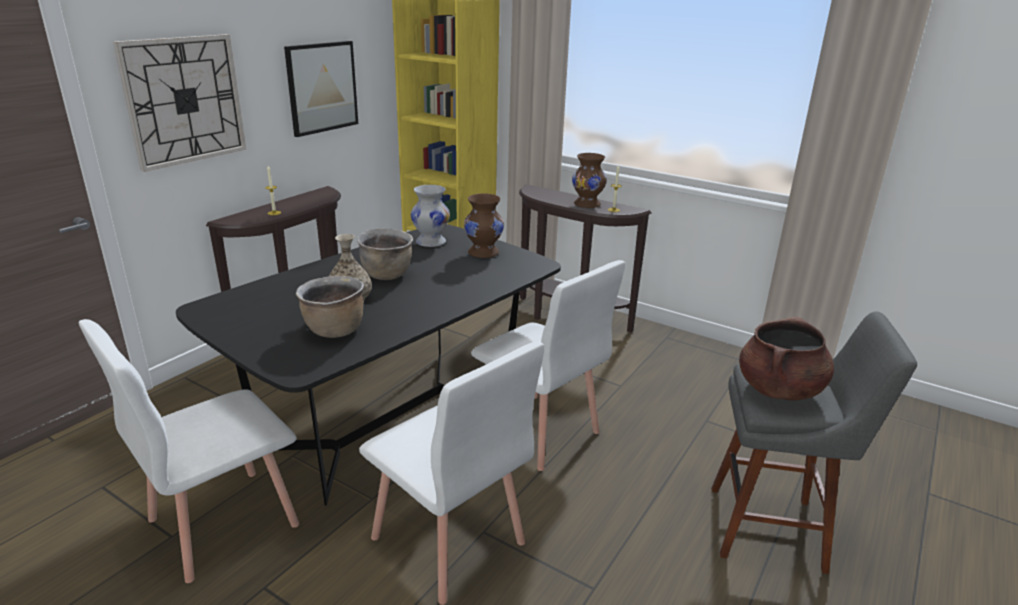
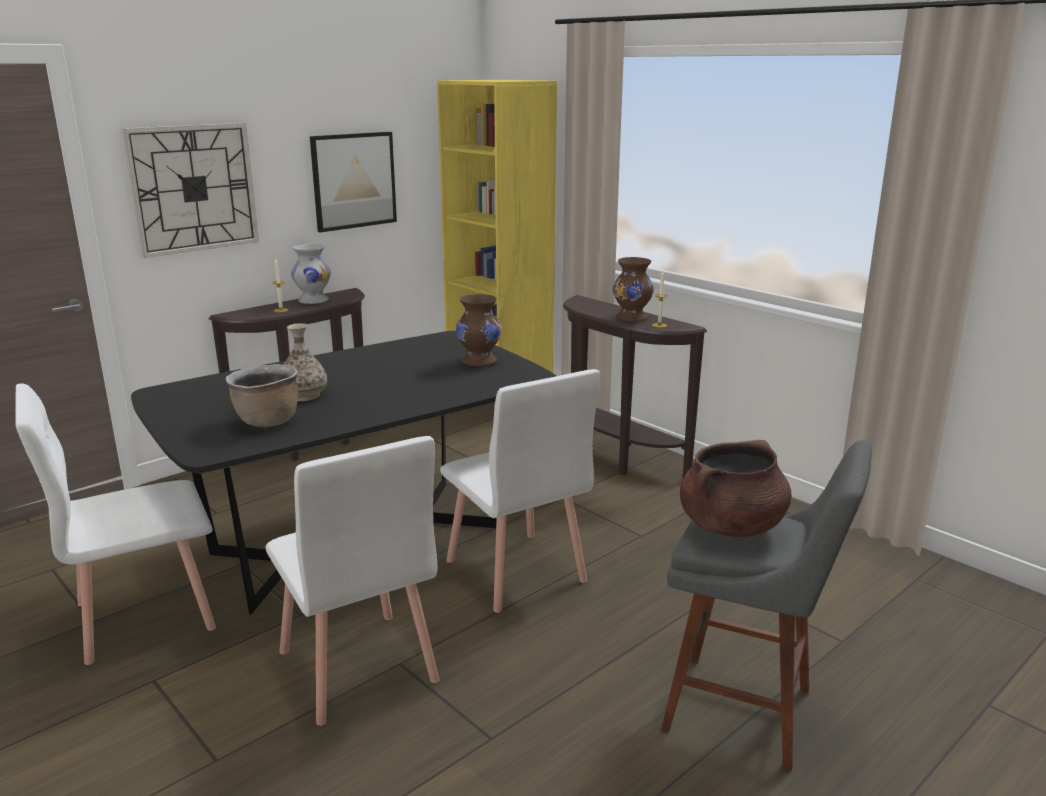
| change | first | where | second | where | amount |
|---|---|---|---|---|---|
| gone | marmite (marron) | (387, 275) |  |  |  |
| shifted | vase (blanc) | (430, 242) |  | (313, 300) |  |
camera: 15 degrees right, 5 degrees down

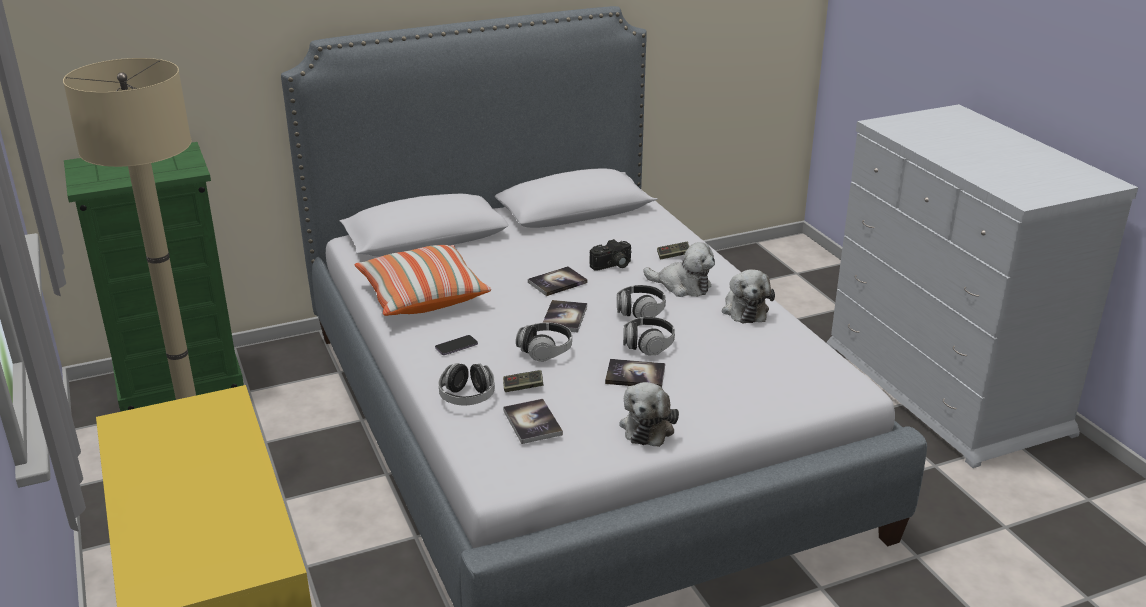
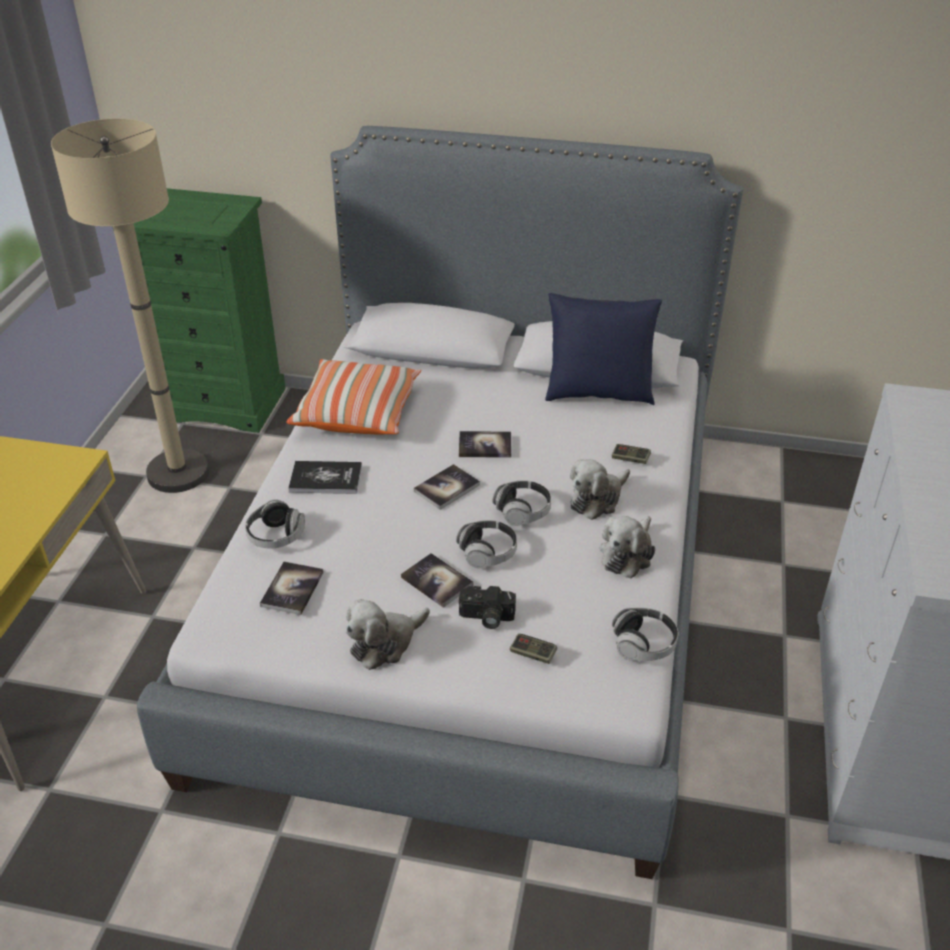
| change | first | where | second | where | amount |
|---|---|---|---|---|---|
| new |  |  | coussin (bleu) | (598, 393) |  |
| shifted | manette | (523, 387) |  | (533, 654) |  |
| shifted | casque audio | (545, 351) |  | (643, 644) |  |
| shifted | appareil photo | (612, 266) |  | (486, 617) |  |
| swapped | téléphone | (456, 346) | livre | (326, 479) |  |
| rotated | peluche | (682, 286) |  | (597, 499) | 75 degrees clockwise |
camera: 35 degrees right, 10 degrees up

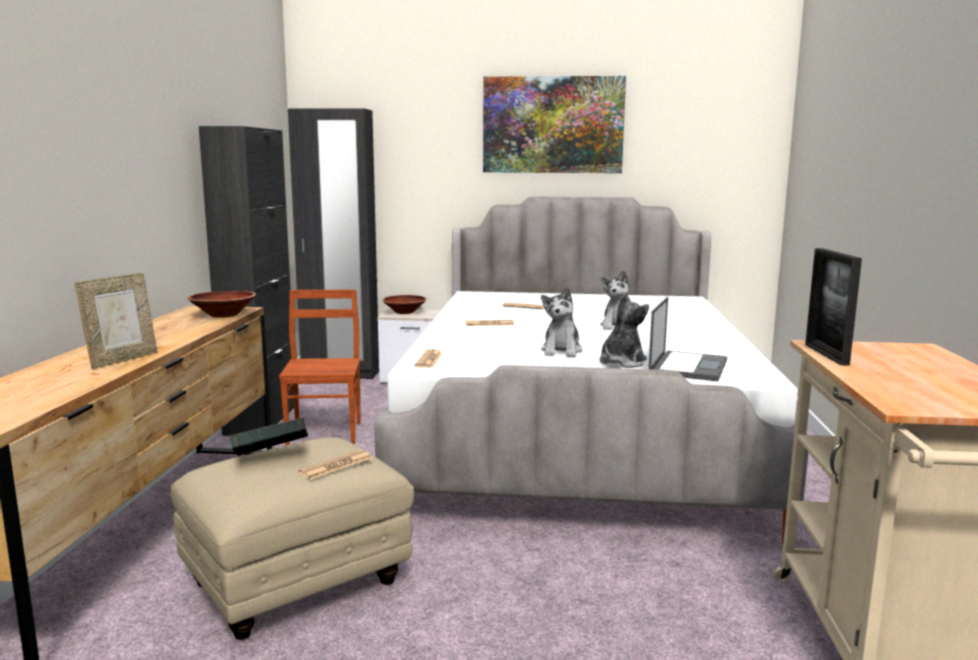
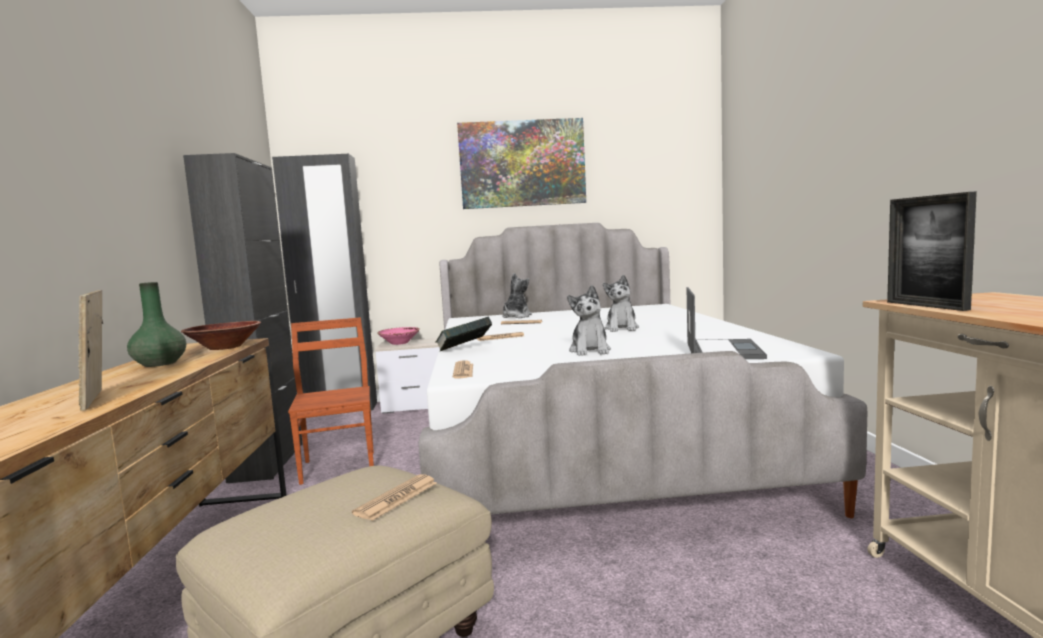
| change | first | where | second | where | amount |
|---|---|---|---|---|---|
| new |  |  | vase (vert) | (160, 363) |  |
| shifted | livre | (271, 458) |  | (464, 350) |  |
| shifted | peluche | (621, 362) |  | (516, 317) |  |
| repainted | bol (marron) | (404, 312) | bol (rose) | (399, 343) |  |
| rotated | cadre photo | (122, 360) |  | (100, 398) | 135 degrees clockwise |
camera: 10 degrees left, 5 degrees down

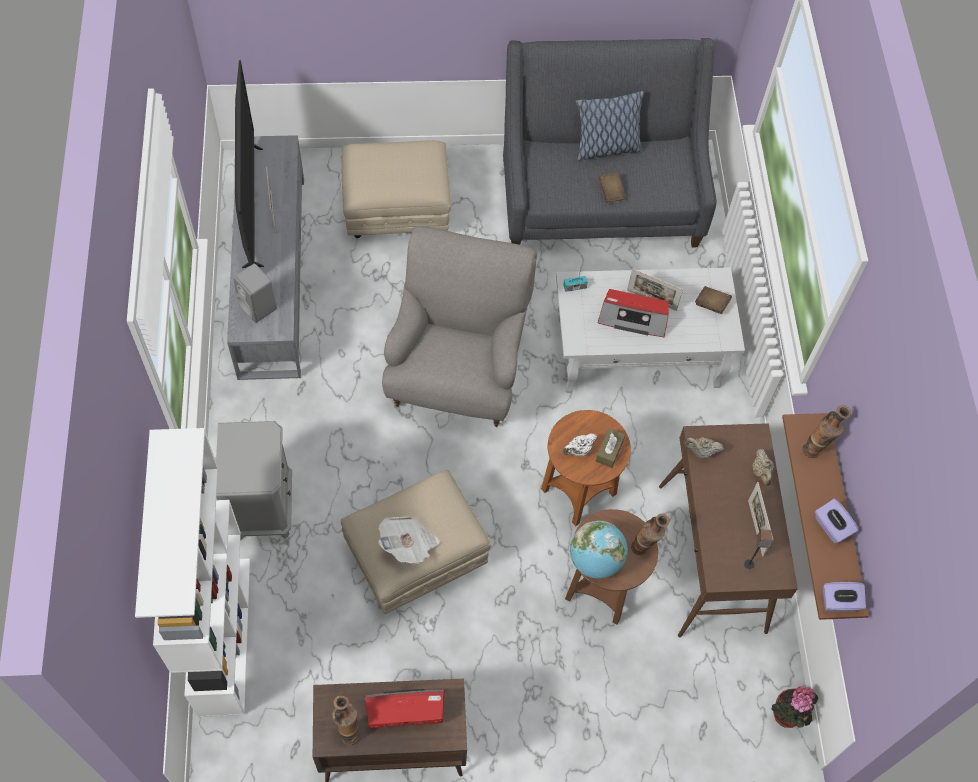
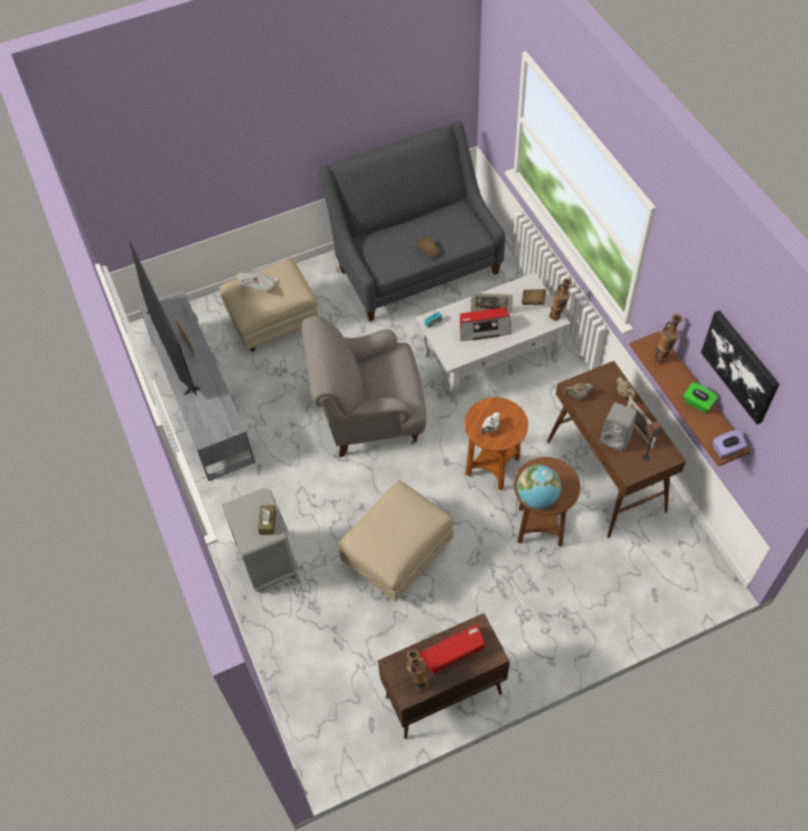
| change | first | where | second | where | amount |
|---|---|---|---|---|---|
| gone | bibliothèque (blanc) | (223, 635) |  |  |  |
| gone | coussin | (605, 148) |  |  |  |
| gone | plante en pot | (786, 717) |  |  |  |
| new |  |  | tableau | (740, 366) |  |
| shifted | enceinte (gris) | (259, 307) |  | (616, 439) |  |
| shifted | journal | (409, 545) |  | (259, 286) |  |
| shifted | boîte à mouchoirs (marron) | (609, 451) |  | (267, 522) |  |
| shifted | vase | (644, 548) |  | (558, 316) |  |
| repainted | boîte à mouchoirs (violet) | (831, 527) | boîte à mouchoirs (vert) | (697, 403) |  |
| rotated | fauteuil (gris) | (458, 372) |  | (369, 417) | 90 degrees counterclockwise |
camera: 15 degrees left, 5 degrees down

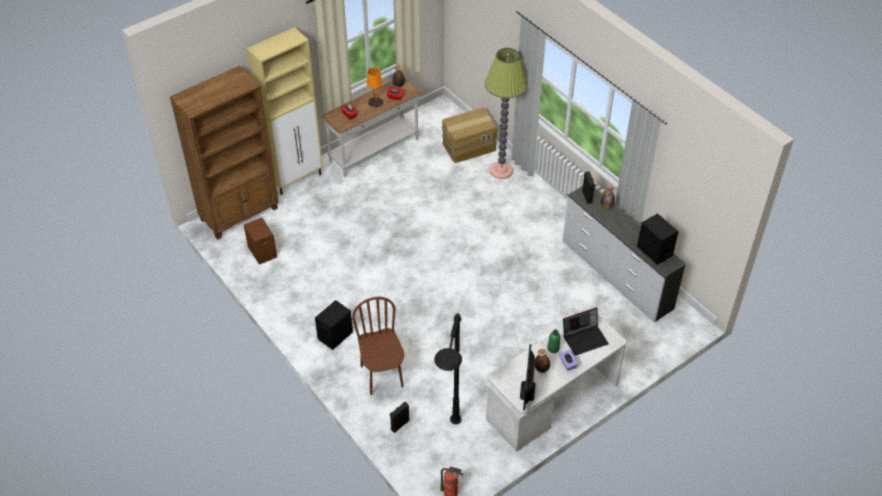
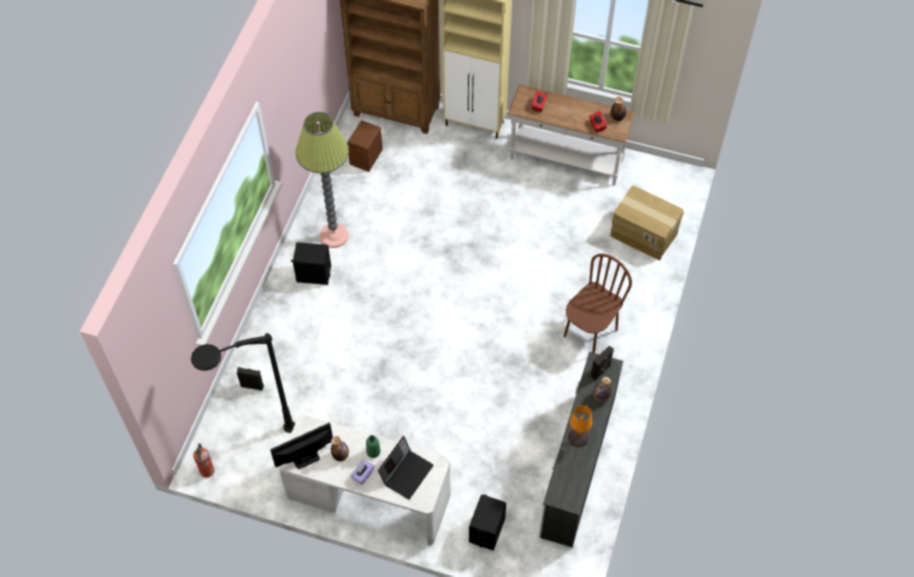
| change | first | where | second | where | amount |
|---|---|---|---|---|---|
| shifted | chaise (marron) | (382, 376) |  | (590, 332) |  |
| shifted | lampe de table (orange) | (375, 102) |  | (577, 437) |  |
| shifted | lampadaire | (501, 171) |  | (334, 236) |  |
| shifted | enceinte (noir) | (654, 251) |  | (487, 530) |  |
| rotated | ordinateur portable | (585, 338) |  | (406, 473) | 90 degrees counterclockwise |
camera: 55 degrees right, 10 degrees up

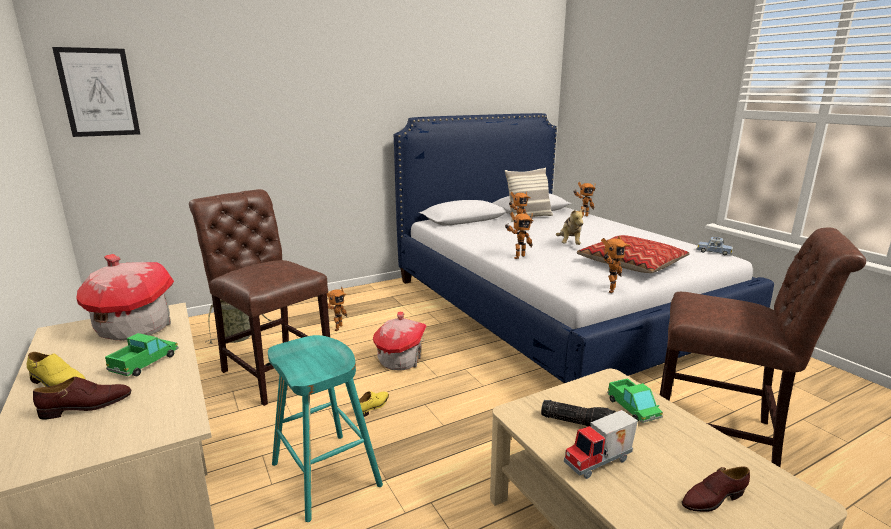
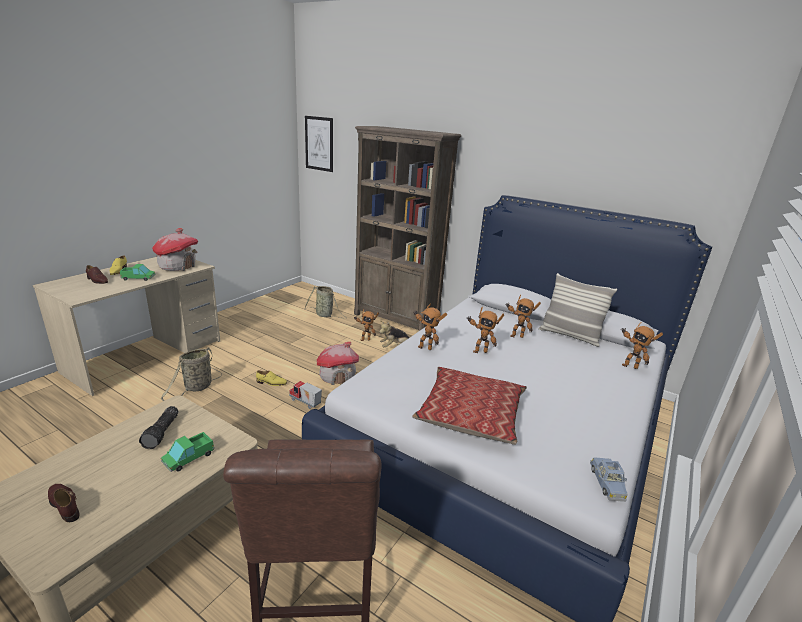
| change | first | where | second | where | amount |
|---|---|---|---|---|---|
| gone | chaise (marron) | (274, 370) |  |  |  |
| new |  |  | bibliothèque (marron) | (396, 320) |  |
| shifted | peluche | (569, 244) |  | (395, 346) |  |
| shifted | camion jouet | (600, 463) |  | (305, 402) |  |
| shifted | robot jouet | (609, 289) |  | (479, 351) |  |
| swapped | tabouret (turquoise) | (325, 474) | panier | (197, 388) |  |
camera: 60 degrees right, 5 degrees up

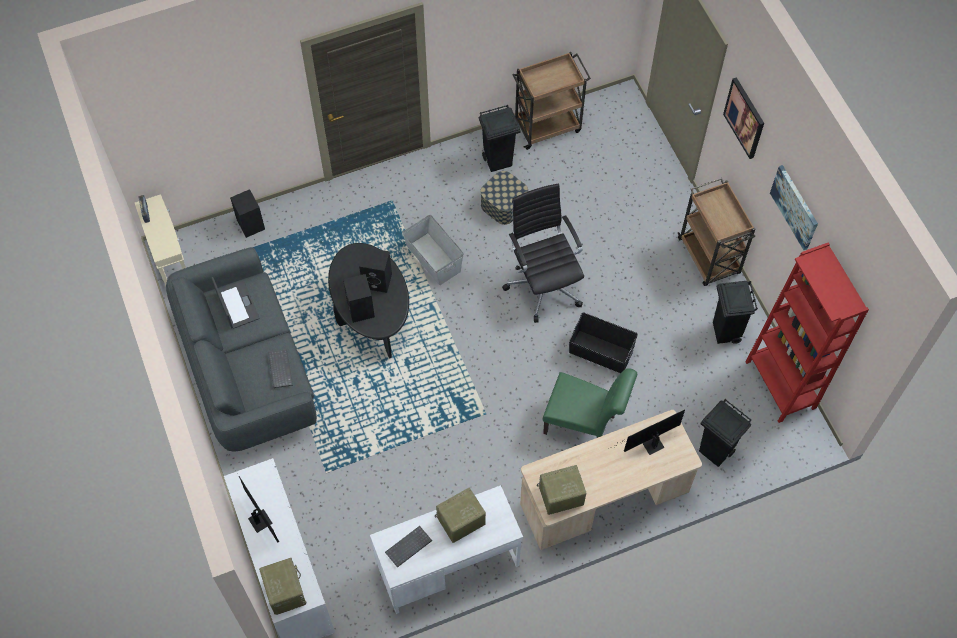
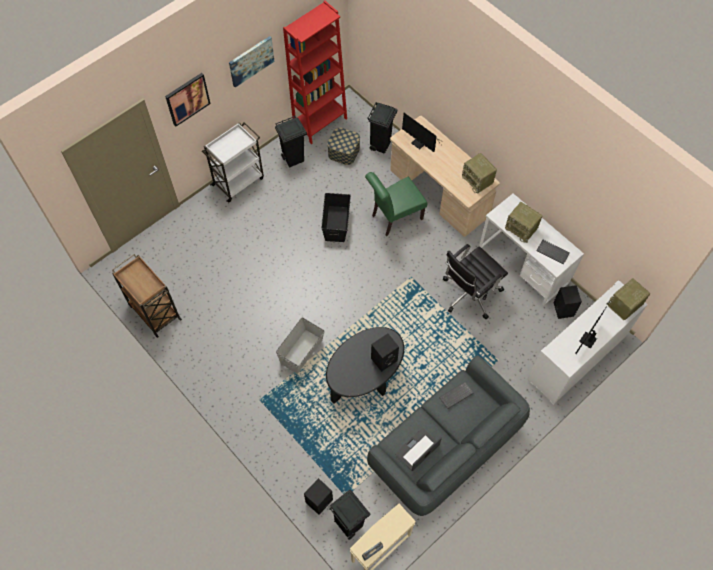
| change | first | where | second | where | amount |
|---|---|---|---|---|---|
| shifted | enceinte (noir) | (378, 280) |  | (563, 309) |  |
| shifted | poubelle (noir) | (498, 161) |  | (349, 524) |  |
| shifted | boîte de rangement | (503, 204) |  | (343, 151) |  |
| shifted | chaise de bureau (noir) | (544, 283) |  | (469, 294) |  |
| repainted | chariot (marron) | (709, 257) | chariot (blanc) | (239, 181) |  |
| rotated | chaise (vert) | (584, 425) |  | (394, 218) | 120 degrees counterclockwise |
camera: 110 degrees left, 0 degrees up

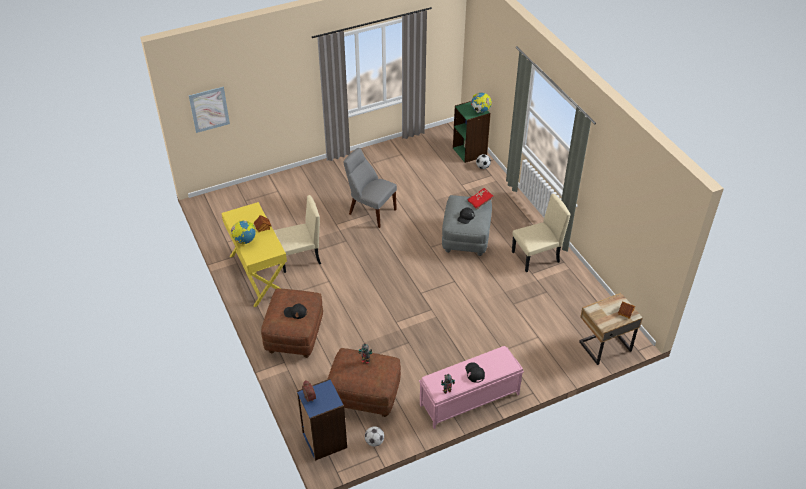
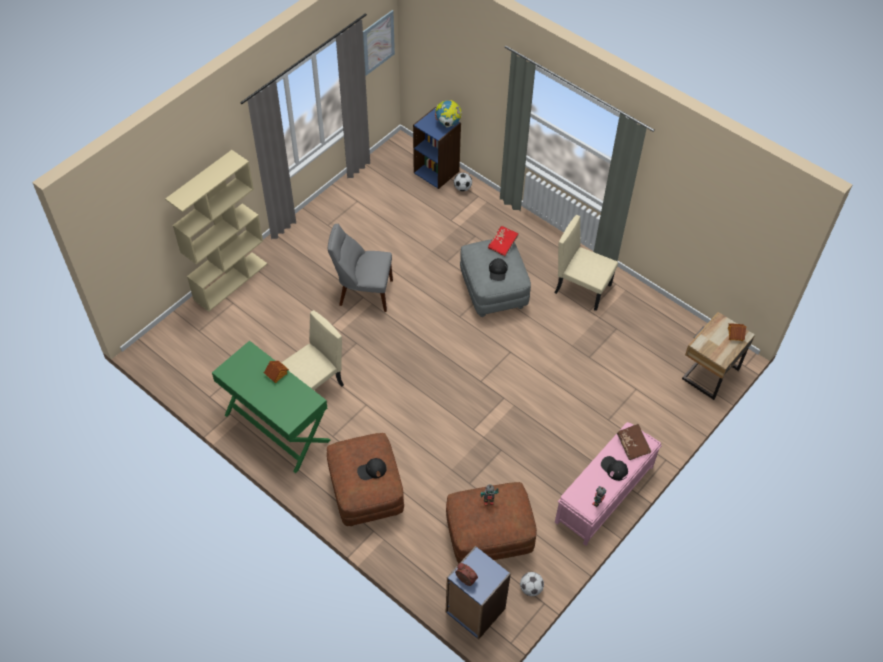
| change | first | where | second | where | amount |
|---|---|---|---|---|---|
| gone | globe | (245, 241) |  |  |  |
| new |  |  | bibliothèque (beige) | (230, 281) |  |
| new |  |  | livre (marron) | (633, 445) |  |
| shifted | tableau | (209, 109) |  | (378, 42) |  |
| repainted | bureau (jaune) | (259, 275) | bureau (vert) | (276, 428) |  |
| repainted | bibliothèque (vert) | (470, 152) | bibliothèque (bleu) | (437, 171) |  |
| rotated | chaise (beige) | (535, 257) |  | (583, 288) | 105 degrees counterclockwise |
camera: 25 degrees left, 10 degrees up

